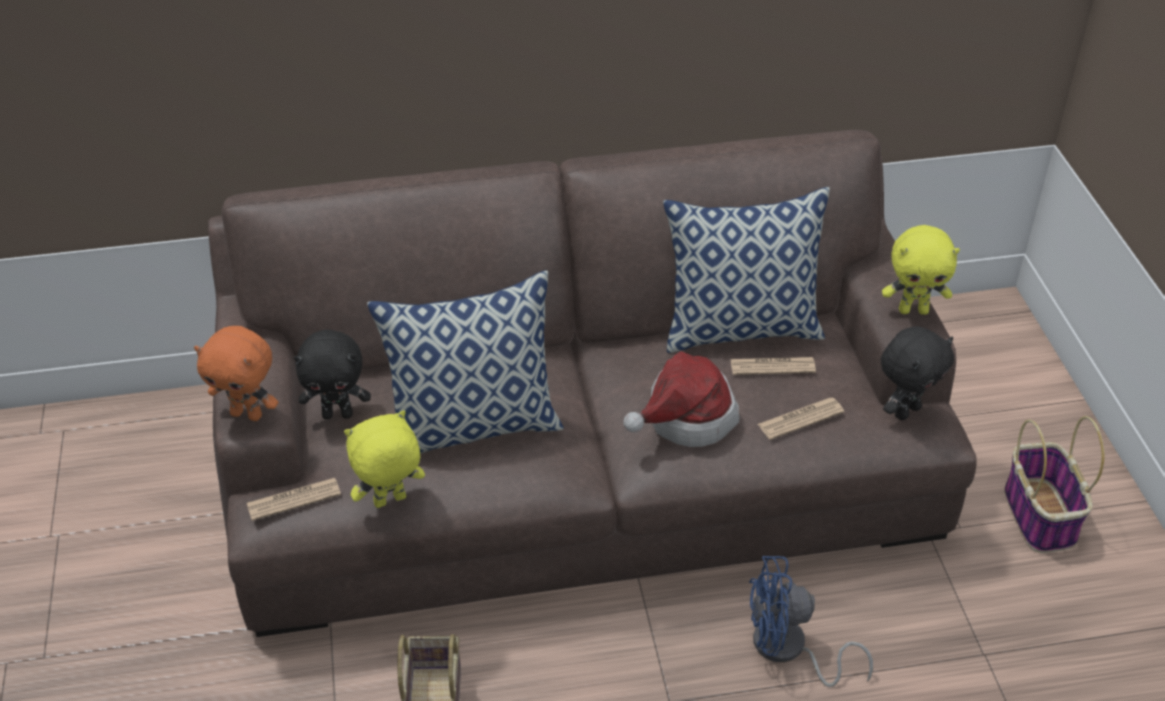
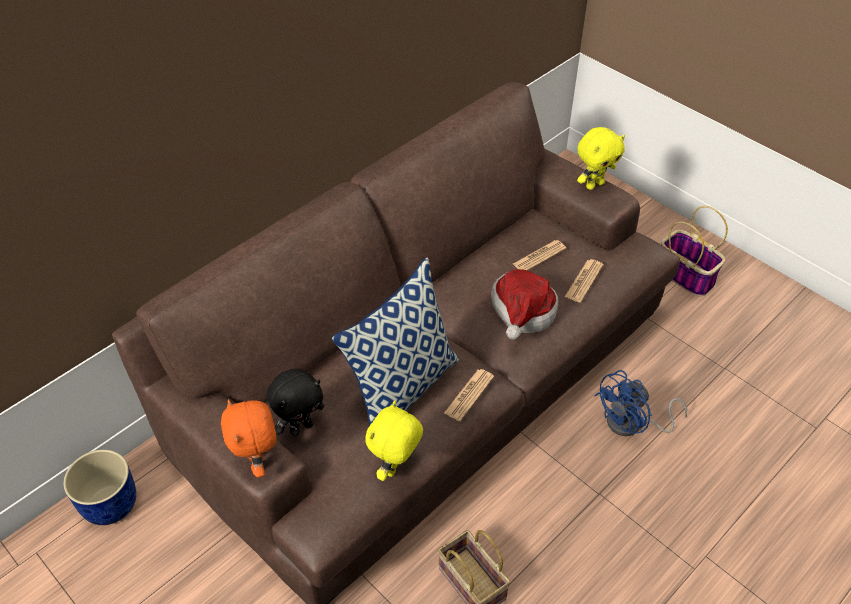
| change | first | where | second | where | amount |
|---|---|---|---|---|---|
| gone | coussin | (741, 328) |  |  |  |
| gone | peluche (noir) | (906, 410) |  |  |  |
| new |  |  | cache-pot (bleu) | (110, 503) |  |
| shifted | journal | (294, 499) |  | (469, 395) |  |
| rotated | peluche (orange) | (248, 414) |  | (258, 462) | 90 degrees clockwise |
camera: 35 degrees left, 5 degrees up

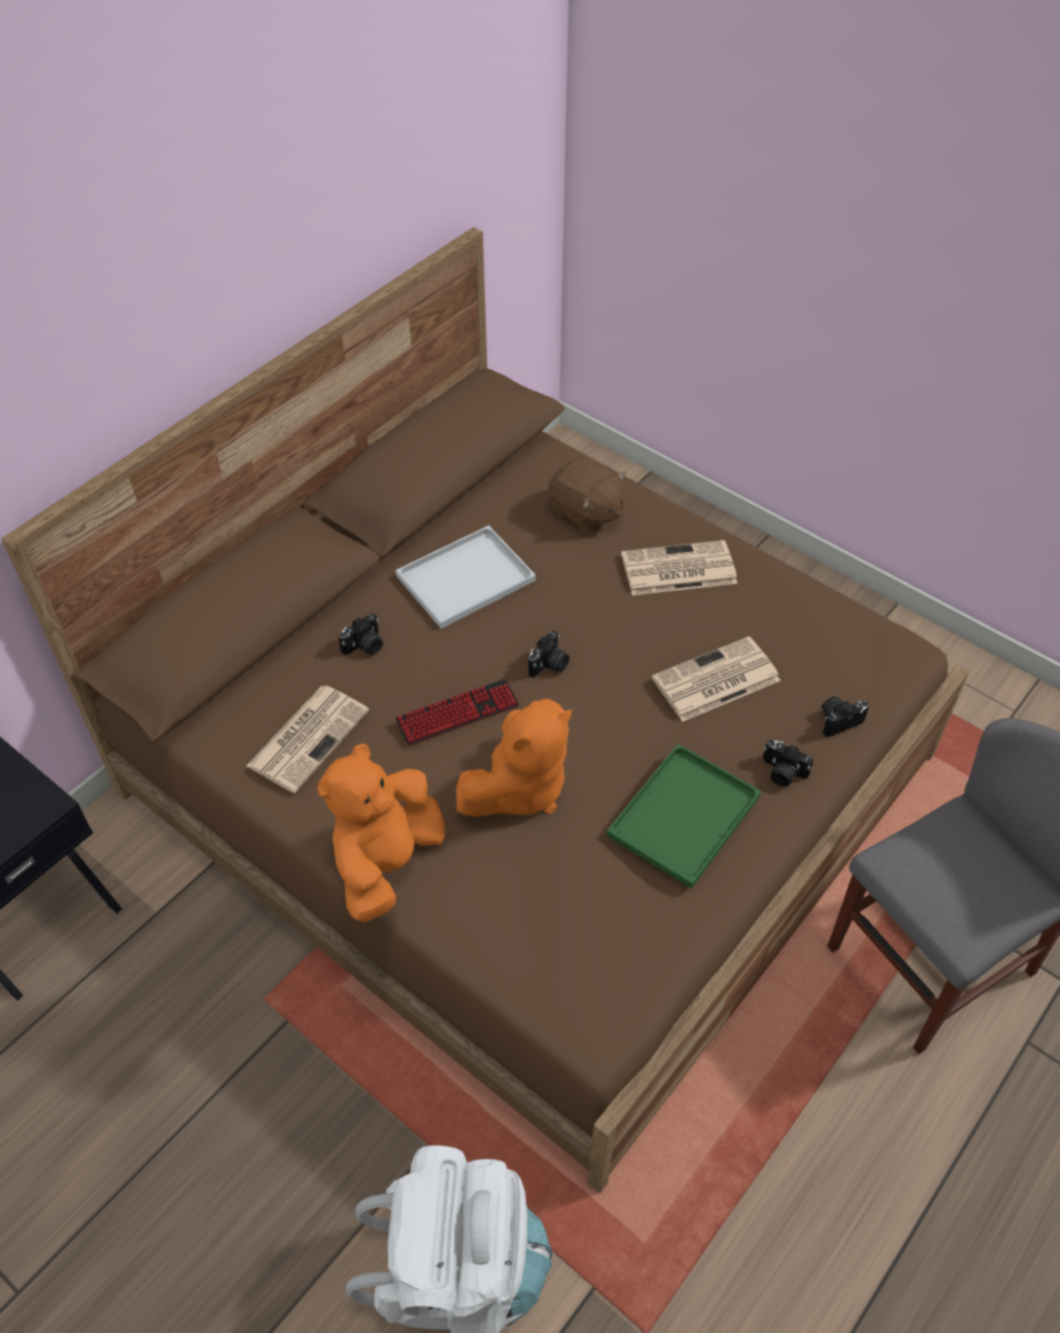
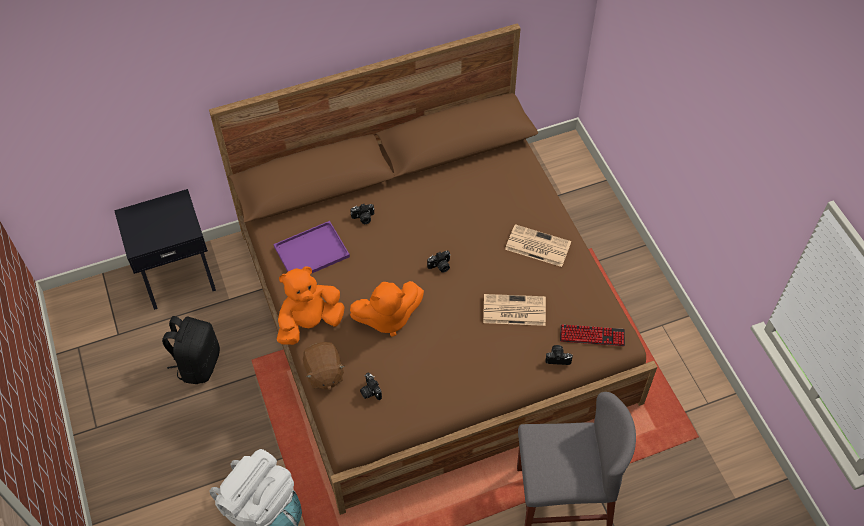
| change | first | where | second | where | amount |
|---|---|---|---|---|---|
| gone | plateau (blanc) | (467, 576) |  |  |  |
| gone | plateau (vert) | (683, 818) |  |  |  |
| new |  |  | sac à dos (noir) | (198, 363) |  |
| shifted | clavier | (457, 713) |  | (592, 336) |  |
| shifted | peluche (marron) | (586, 513) |  | (324, 373) |  |
| shifted | appareil photo | (782, 773) |  | (370, 391) |  |
| swapped | journal | (309, 737) | plateau (violet) | (312, 250) |  |
camera: 30 degrees right, 5 degrees up

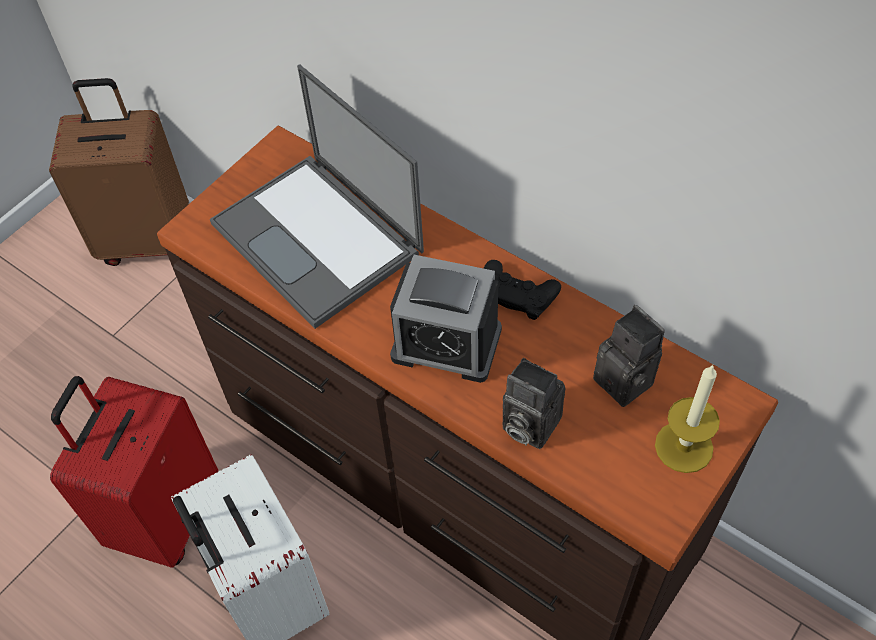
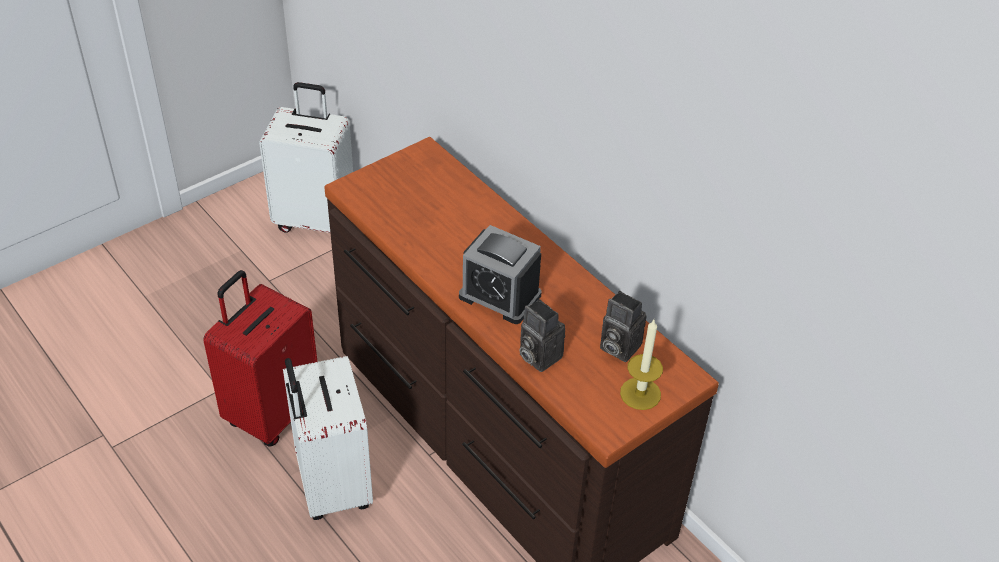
| change | first | where | second | where | amount |
|---|---|---|---|---|---|
| gone | ordinateur portable | (319, 239) |  |  |  |
| gone | manette (noir) | (516, 294) |  |  |  |
| repainted | valise (marron) | (148, 239) | valise (blanc) | (316, 220) |  |
| rotated | appareil photo | (628, 381) |  | (617, 347) | 150 degrees clockwise |
camera: 10 degrees right, 10 degrees down

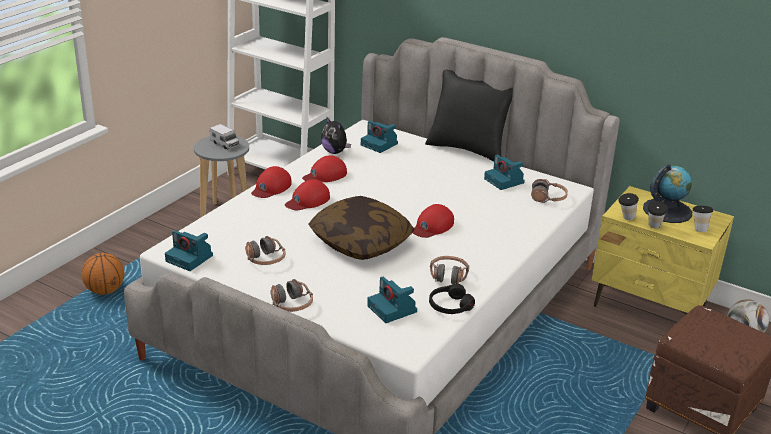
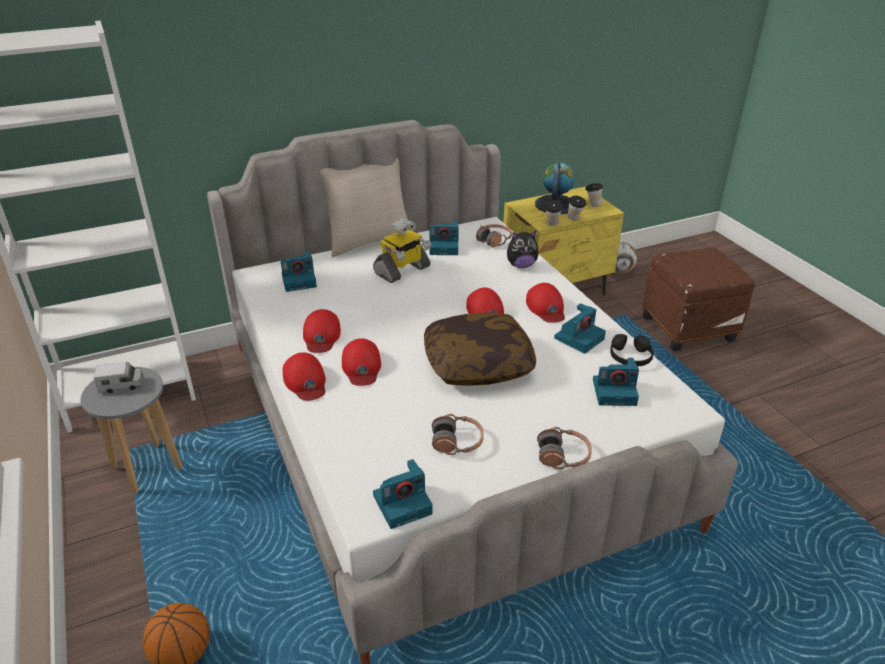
| change | first | where | second | where | amount |
|---|---|---|---|---|---|
| new |  |  | robot jouet | (402, 271) |  |
| new |  |  | casquette (rouge) | (546, 308) |  |
| shifted | peluche | (335, 152) |  | (521, 265) |  |
| swapped | casque audio | (448, 276) | appareil photo | (579, 338) |  |
| repainted | coussin (noir) | (468, 149) | coussin (beige) | (368, 241) |  |
camera: 55 degrees left, 5 degrees up

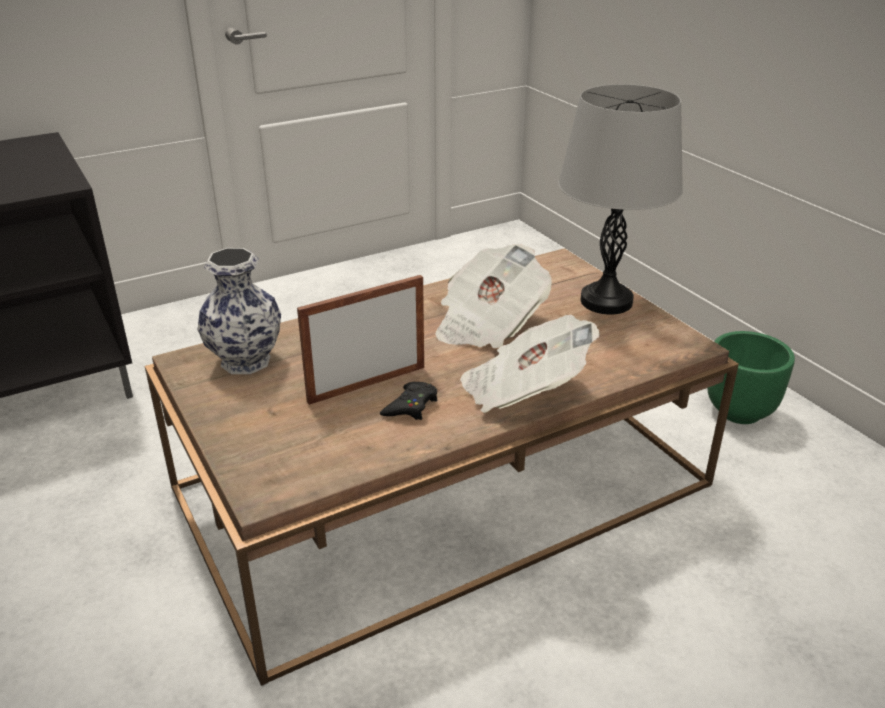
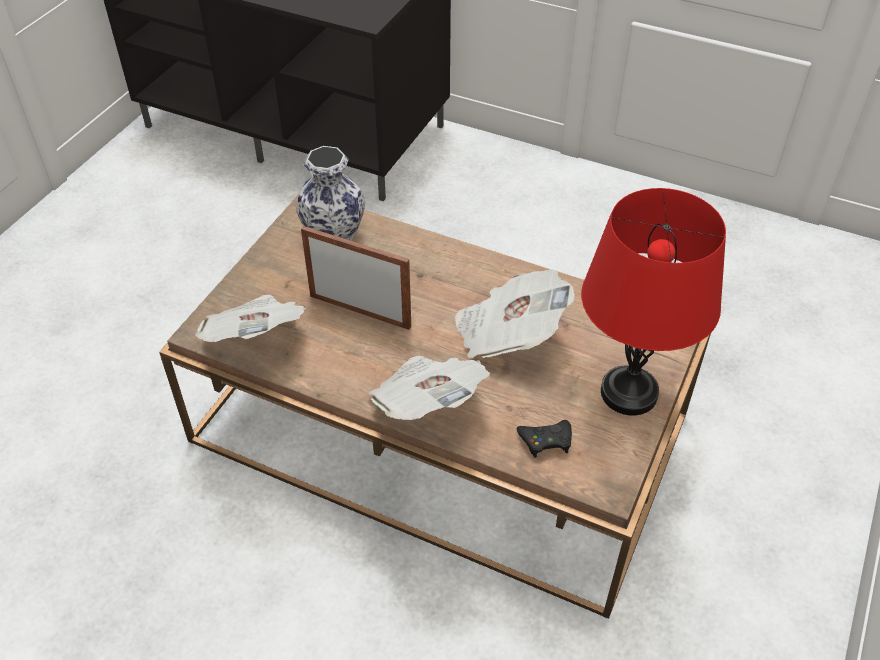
| change | first | where | second | where | amount |
|---|---|---|---|---|---|
| gone | cache-pot (vert) | (739, 413) |  |  |  |
| new |  |  | journal | (255, 337) |  |
| shifted | manette (noir) | (411, 406) |  | (546, 440) |  |
| repainted | lampe de table (gris) | (606, 301) | lampe de table (rouge) | (628, 393) |  |
camera: 55 degrees right, 15 degrees up

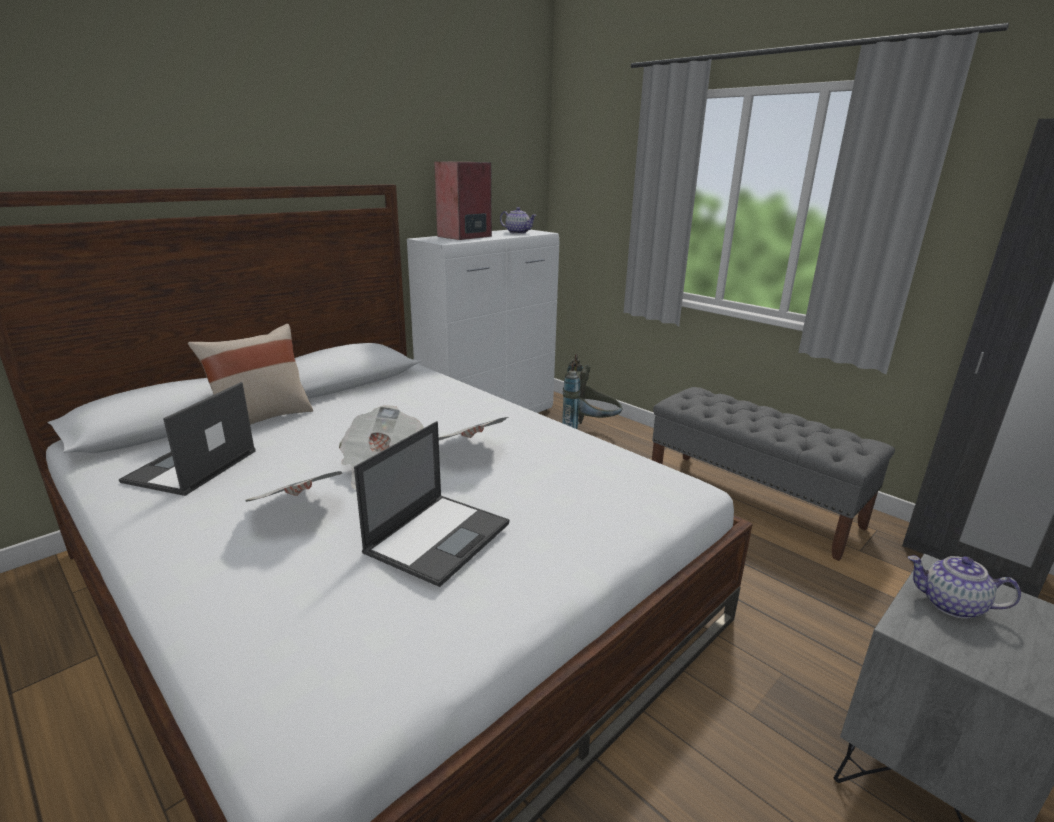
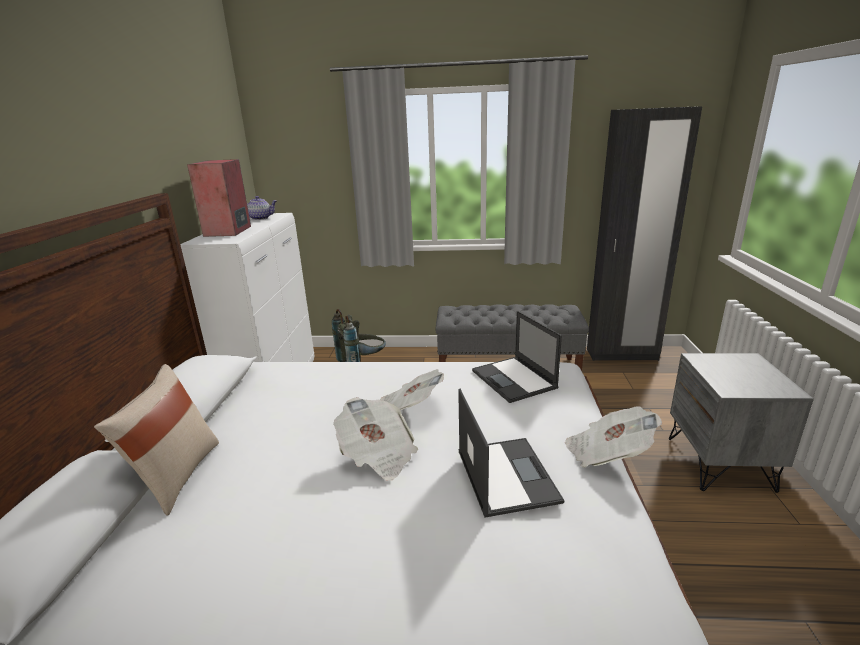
| change | first | where | second | where | amount |
|---|---|---|---|---|---|
| gone | théière | (951, 605) |  |  |  |
| shifted | ordinateur portable | (190, 467) |  | (514, 379) |  |
| shifted | journal | (297, 509) |  | (607, 454) |  |
camera: 40 degrees left, 0 degrees up

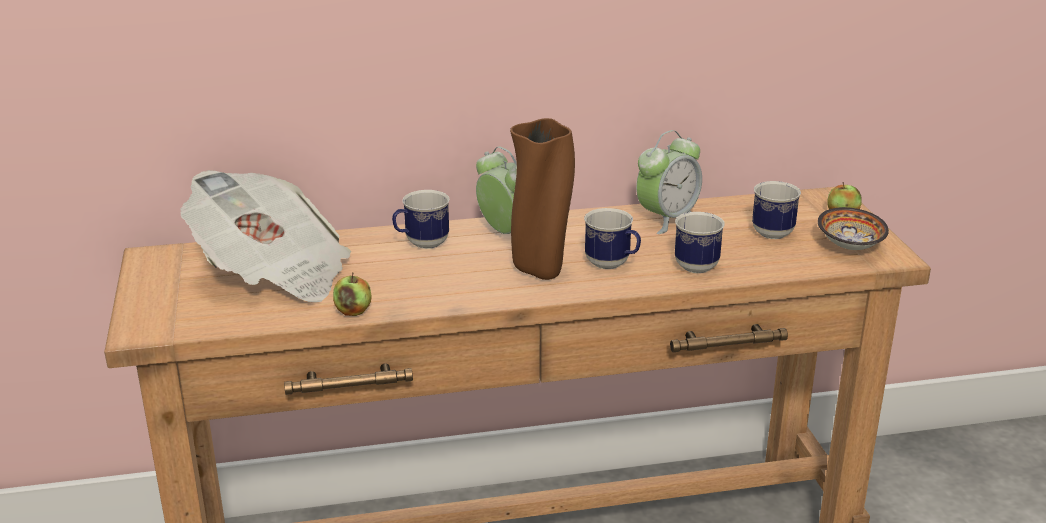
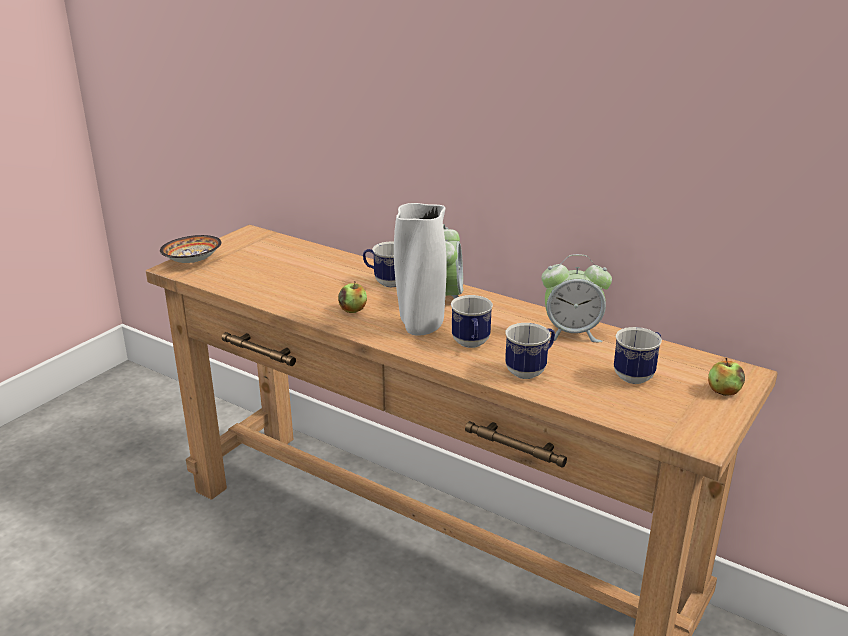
| change | first | where | second | where | amount |
|---|---|---|---|---|---|
| gone | journal | (273, 273) |  |  |  |
| shifted | pomme | (353, 311) |  | (353, 310) |  |
| shifted | bol | (848, 246) |  | (191, 261) |  |
| repainted | vase (marron) | (540, 270) | vase (blanc) | (421, 327) |  |
camera: 45 degrees right, 0 degrees up

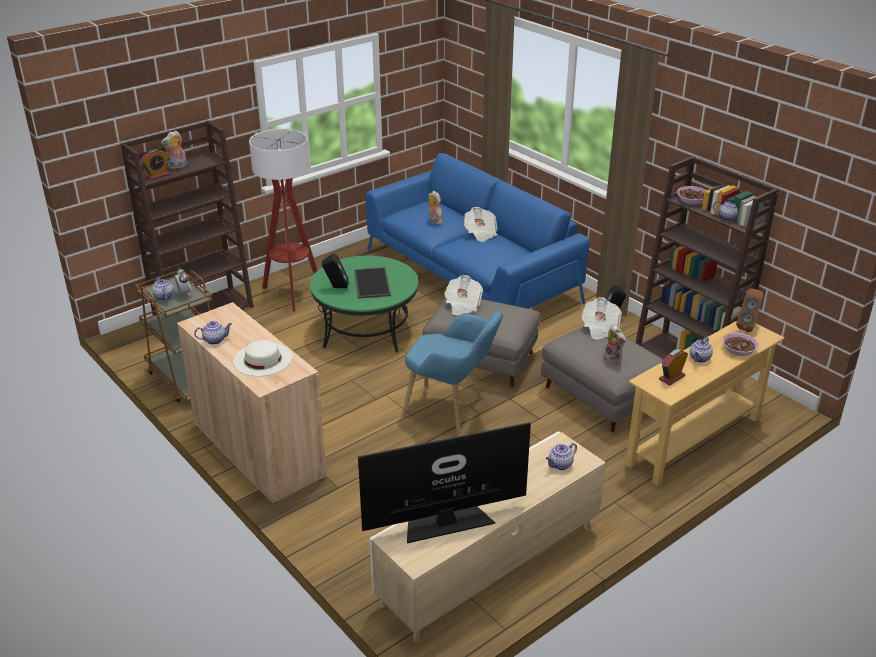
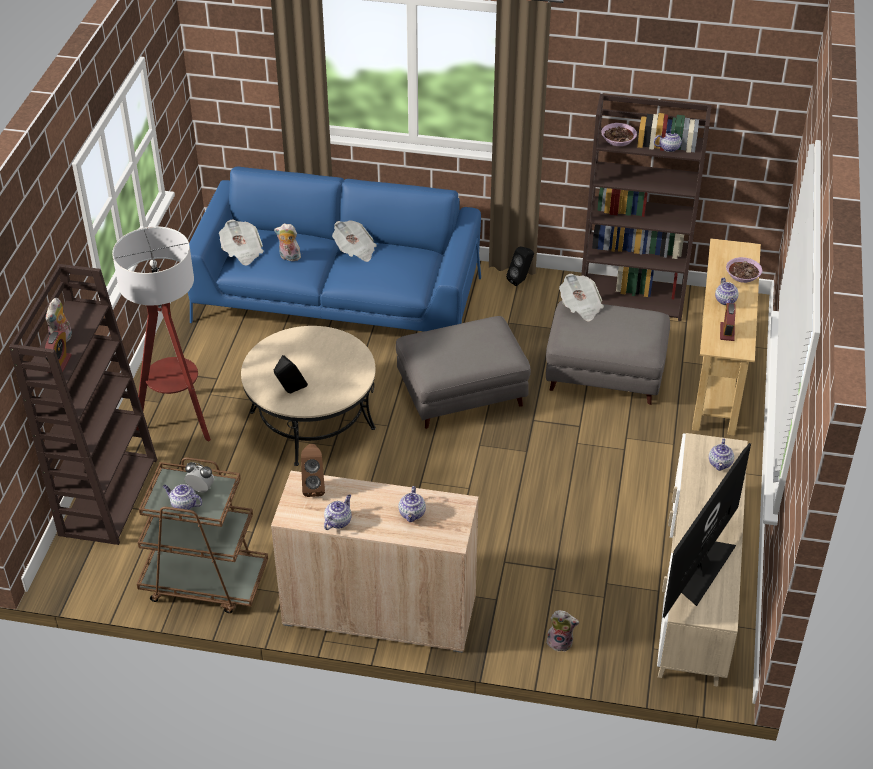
| change | first | where | second | where | amount |
|---|---|---|---|---|---|
| gone | plateau | (371, 283) |  |  |  |
| gone | fauteuil (bleu) | (452, 411) |  |  |  |
| shifted | journal | (462, 305) |  | (242, 252) |  |
| shifted | peluche | (613, 360) |  | (560, 642) |  |
| shifted | enceinte (marron) | (748, 326) |  | (314, 487) |  |
| swapped | chapeau (blanc) | (262, 359) | théière | (412, 514) |  |
| repainted | table basse (vert) | (366, 329) | table basse (beige) | (312, 420) |  |
camera: 40 degrees left, 10 degrees up

